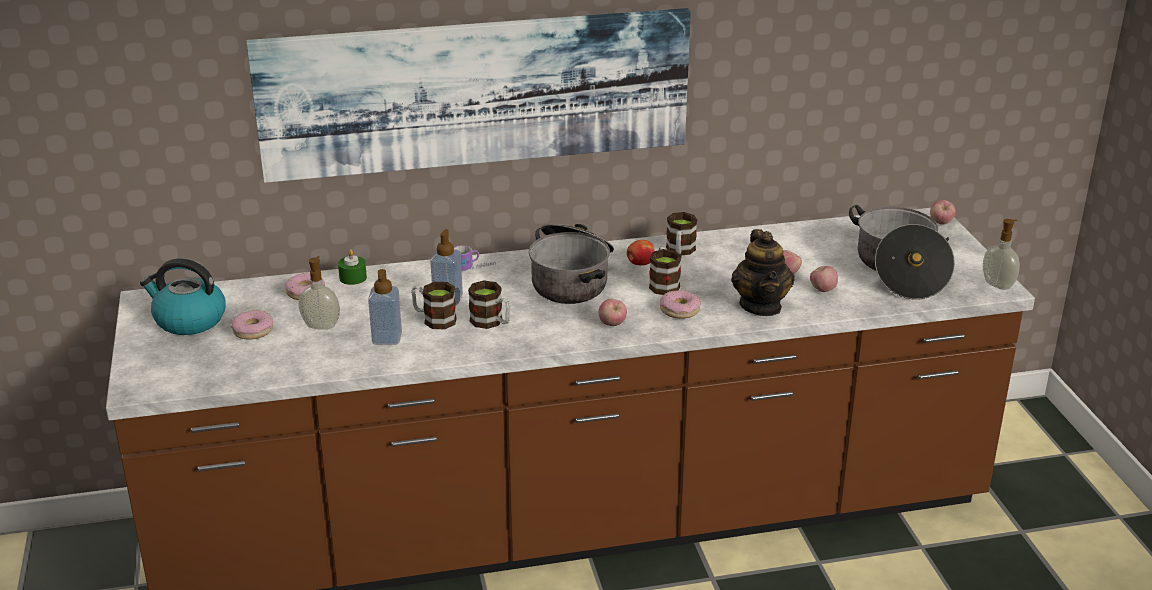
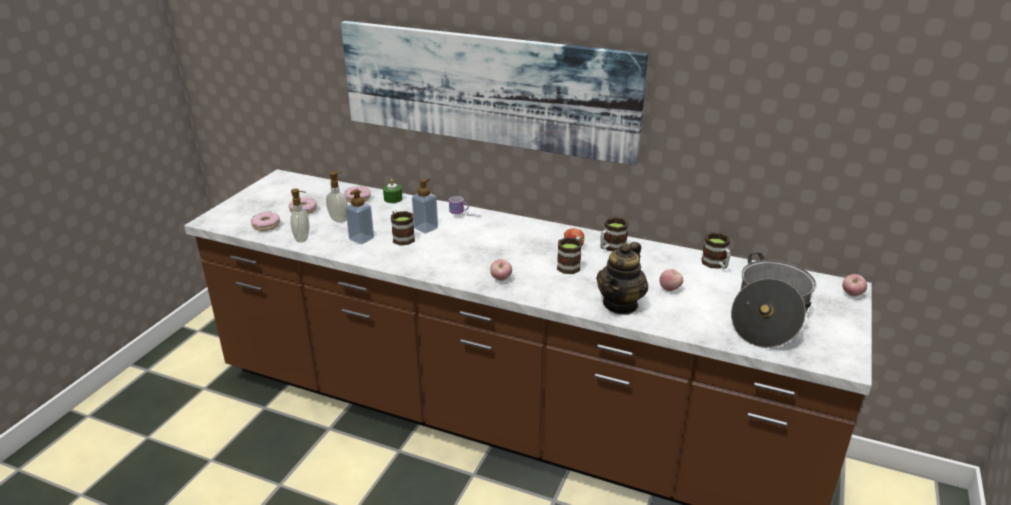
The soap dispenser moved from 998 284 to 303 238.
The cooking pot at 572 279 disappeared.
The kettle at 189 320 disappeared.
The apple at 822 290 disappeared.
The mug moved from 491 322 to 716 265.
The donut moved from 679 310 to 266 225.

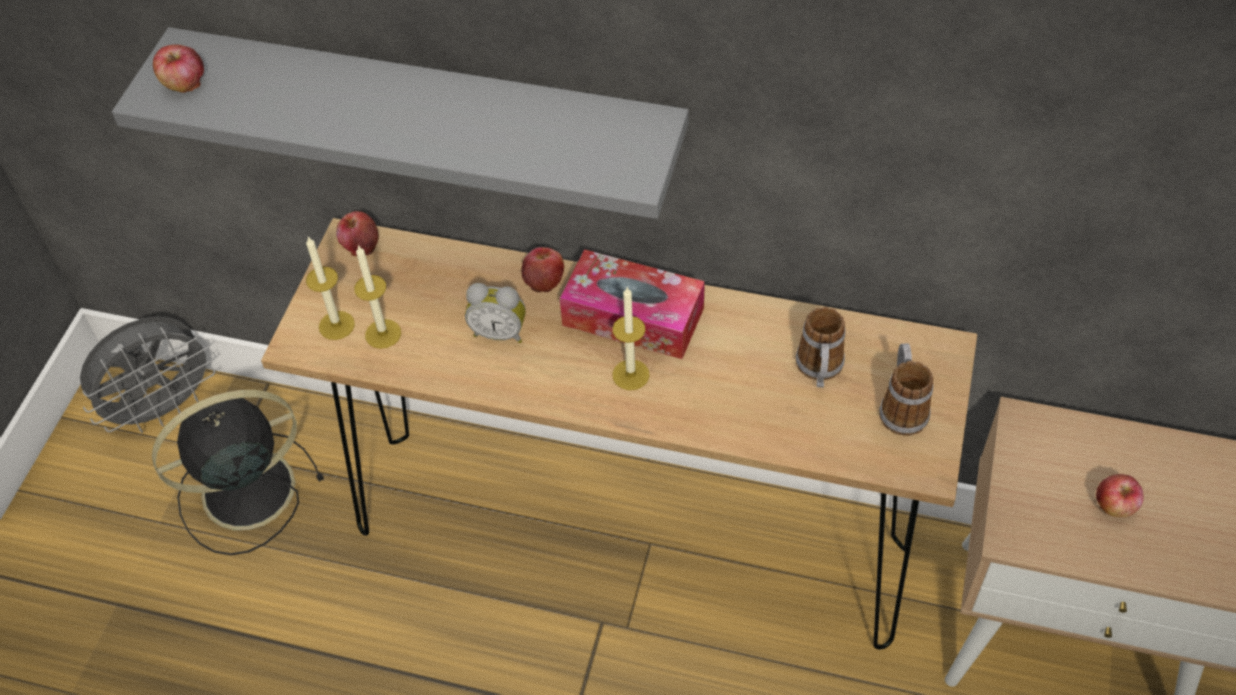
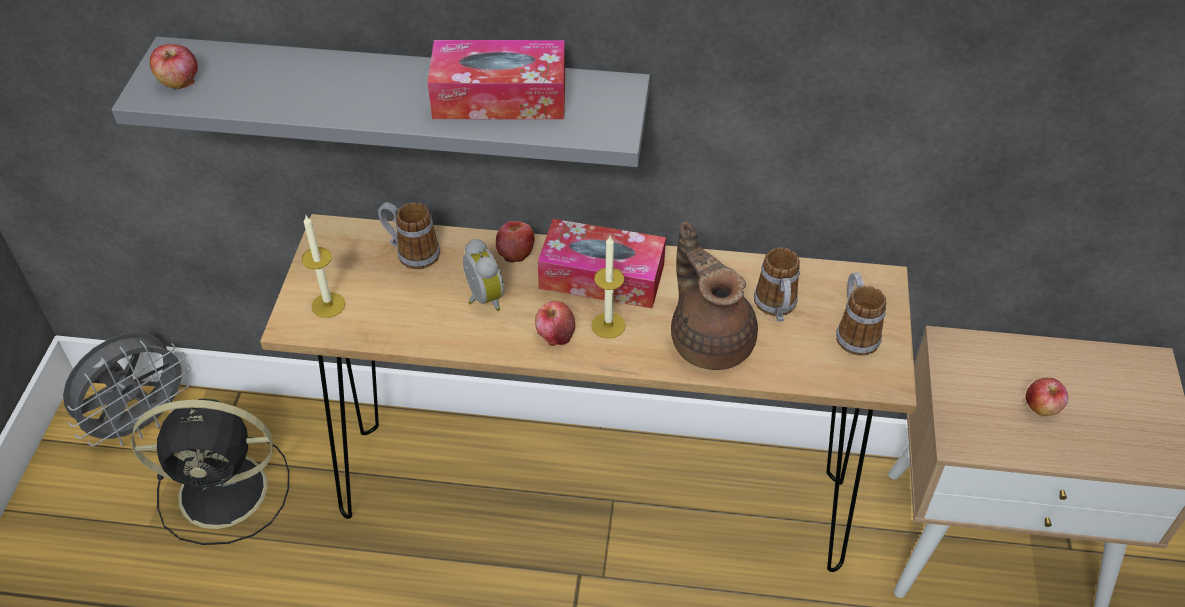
The apple moved from 360 245 to 555 335.
The candle at 383 334 disappeared.
The alarm clock at 499 332 turned 120 degrees counterclockwise.
The fan (black) at 244 491 turned 150 degrees counterclockwise.
The tissue box at 500 97 appeared.
The mug at 411 252 appeared.
The teapot (brown) at 710 339 appeared.

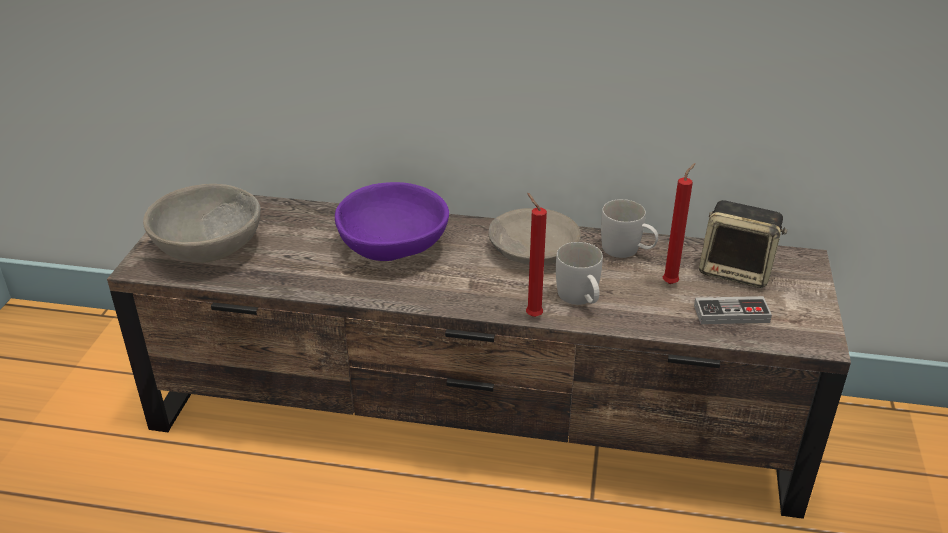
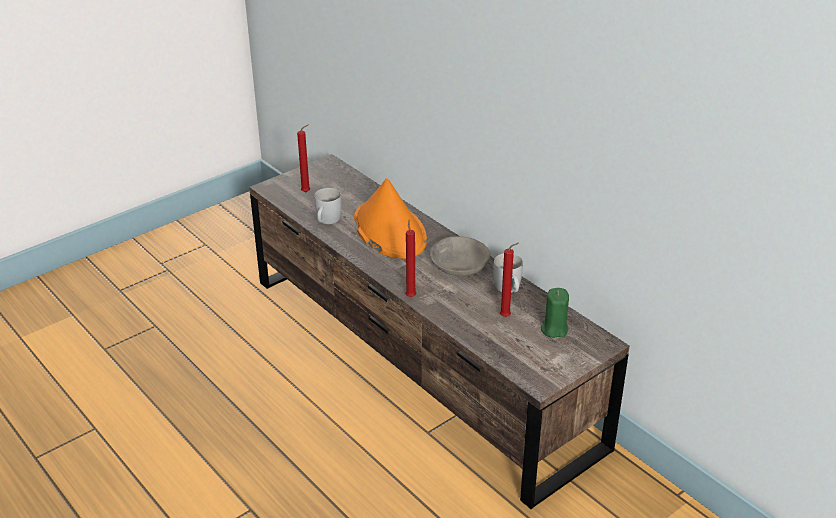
The bowl (purple) at 392 248 was replaced by the hat (orange) at 389 231.
The bowl (grey) at 210 249 was replaced by the candle (red) at 307 192.
The speaker at 737 271 was replaced by the candle (green) at 554 329.
The mug (white) moved from 580 299 to 327 221.
The game controller at 731 314 disappeared.

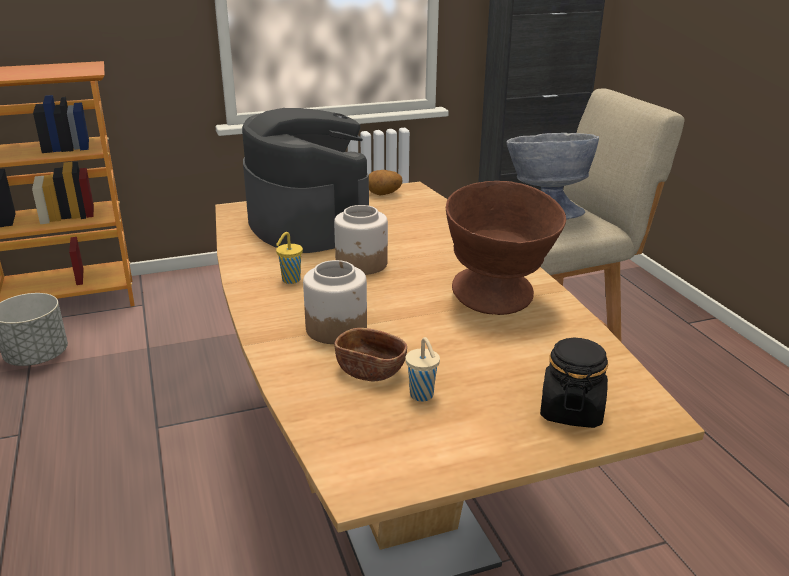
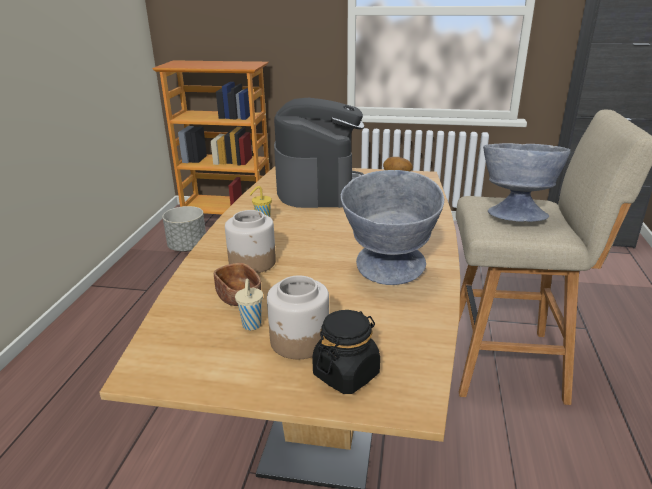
The bowl (brown) at 497 303 became the bowl (grey) at 388 274.
The jar moved from 362 264 to 300 341.

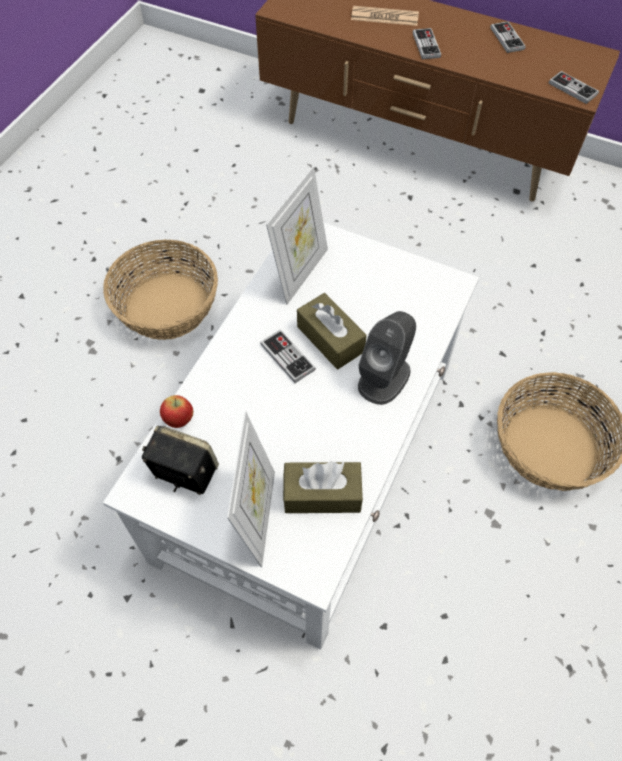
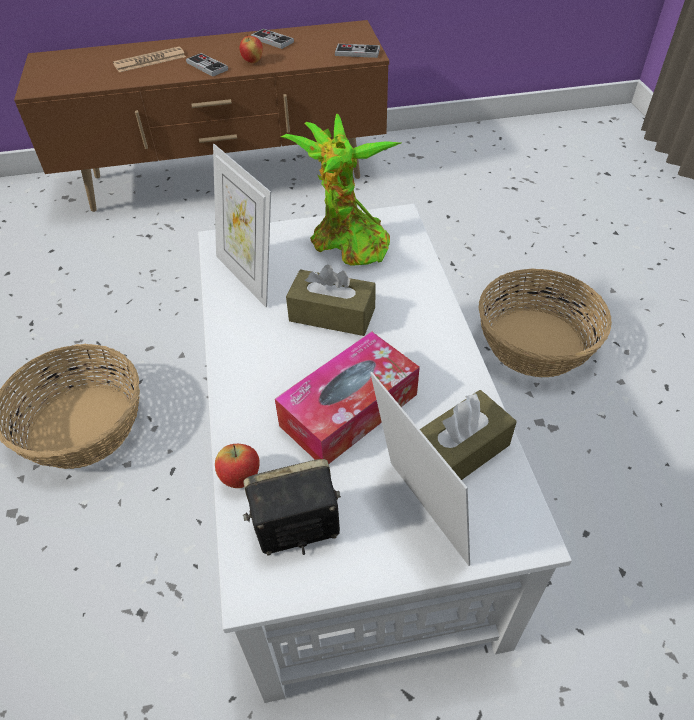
The picture frame at 300 273 turned 150 degrees clockwise.
The speaker (grey) at 384 377 disappeared.
The game controller at 287 357 disappeared.
The apple at 252 61 appeared.
The potted plant at 346 243 appeared.
The tissue box at 349 410 appeared.

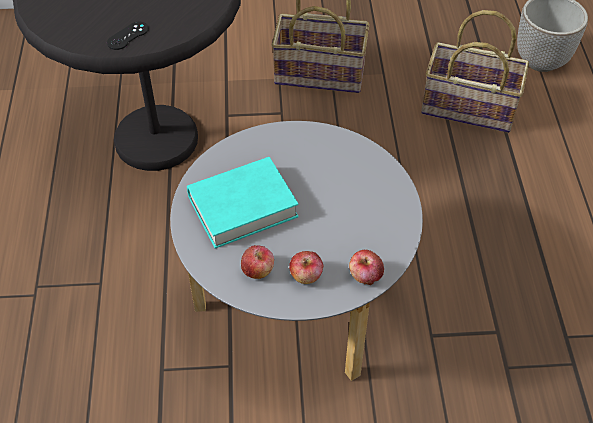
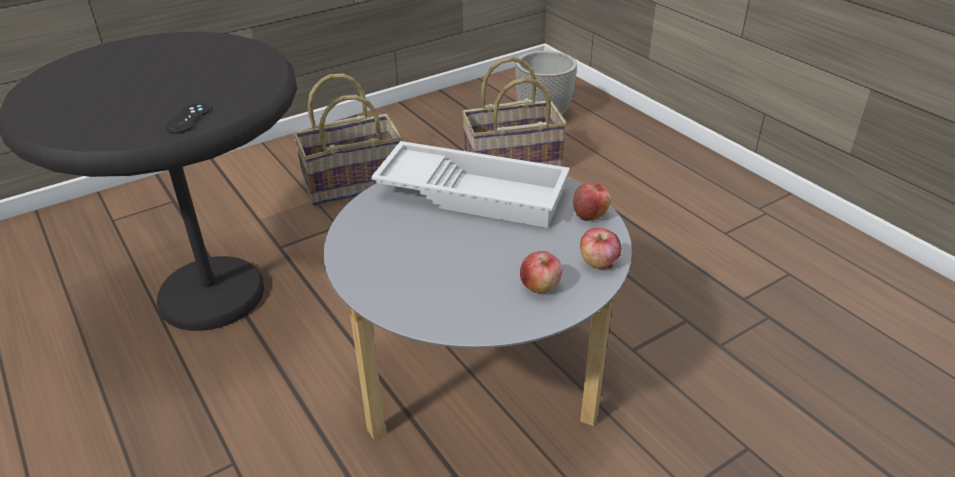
The book (turquoise) at 242 207 disappeared.
The apple moved from 258 270 to 590 214.
The tray (white) at 474 192 appeared.

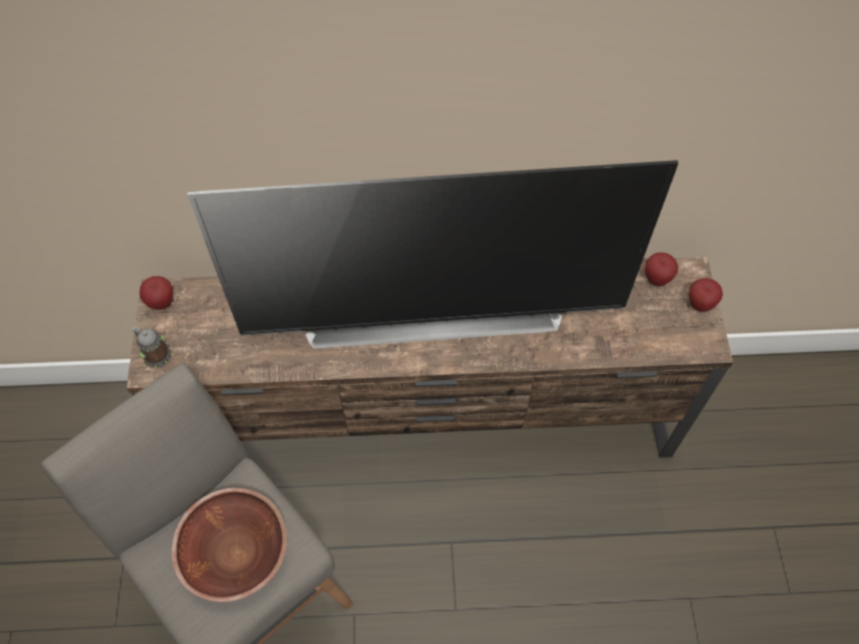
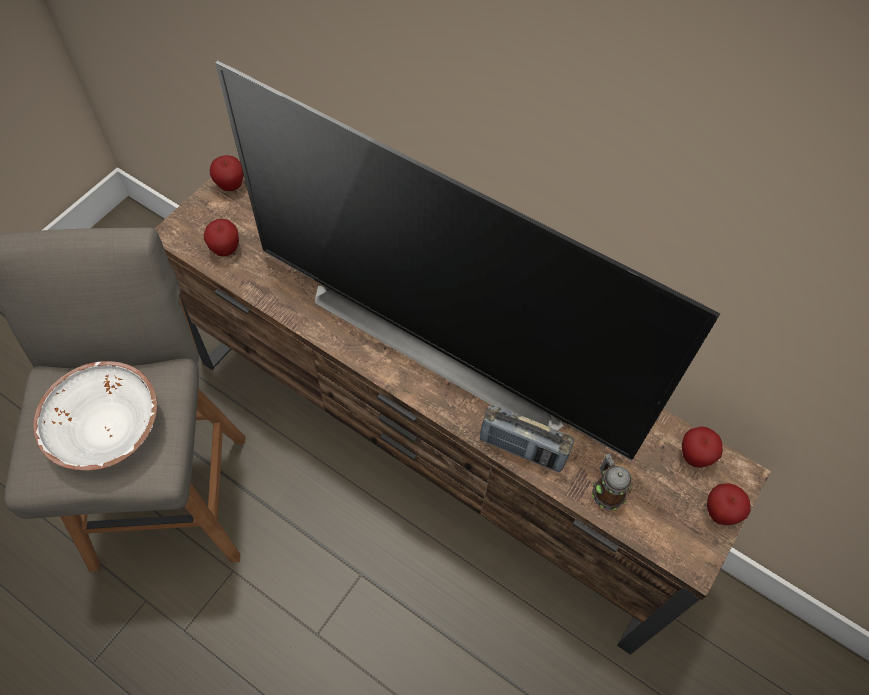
The mug moved from 155 354 to 606 490.
The bowl (brown) at 236 552 became the bowl (white) at 108 428.
The apple at 225 250 appeared.
The radio at 522 449 appeared.

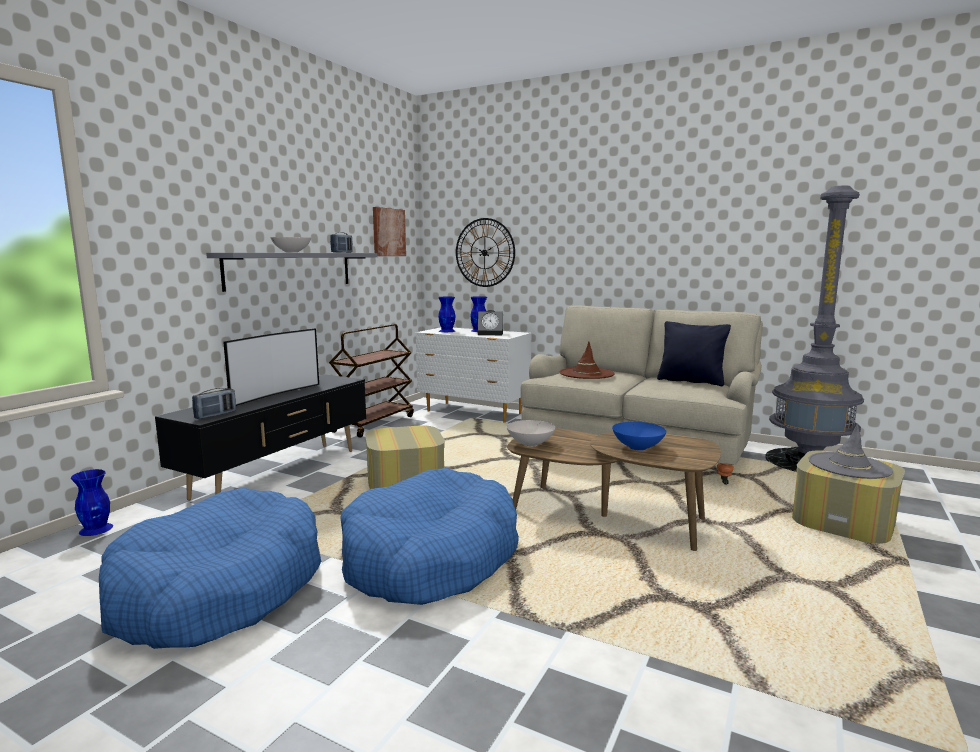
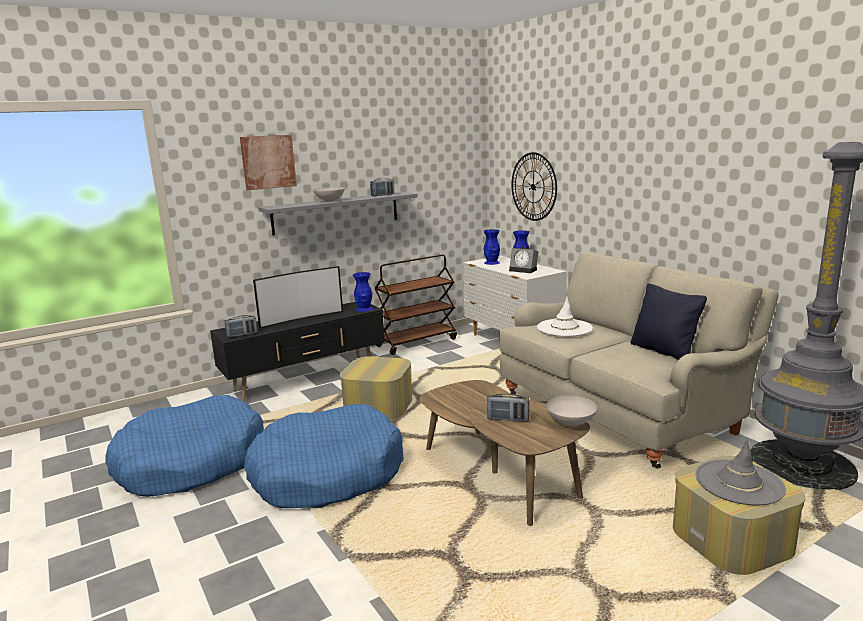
The picture moved from 388 232 to 268 162.
The hat (brown) at 586 373 became the hat (white) at 564 328.
The bowl (white) moved from 531 444 to 572 423.
The bowl (blue) at 638 447 was replaced by the radio at 508 419.
The vase (blue) moved from 96 529 to 364 309.

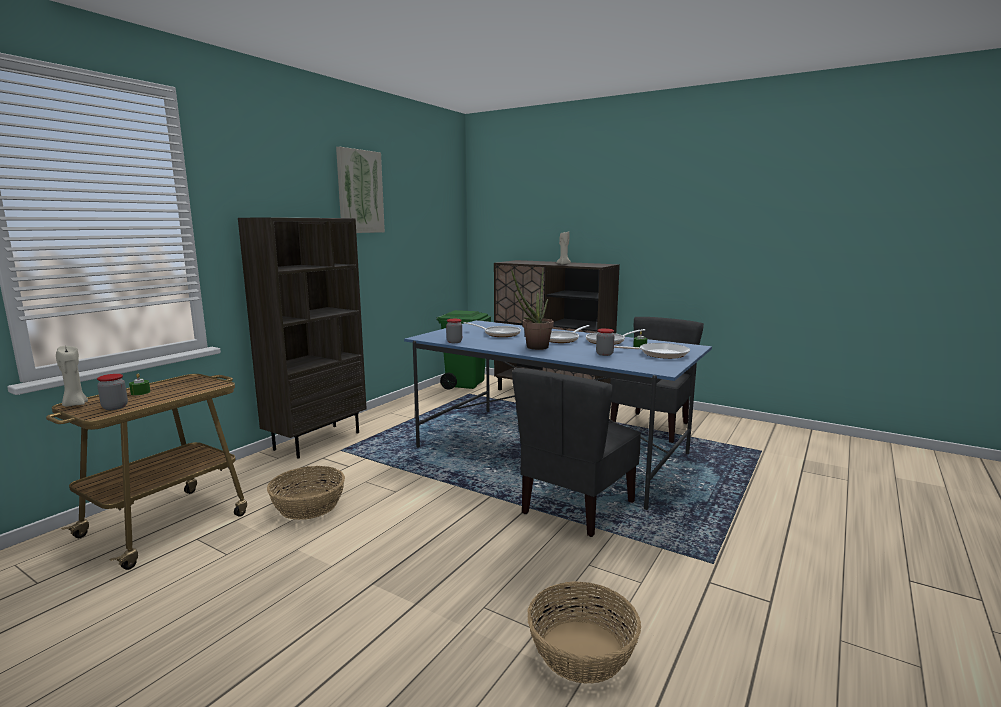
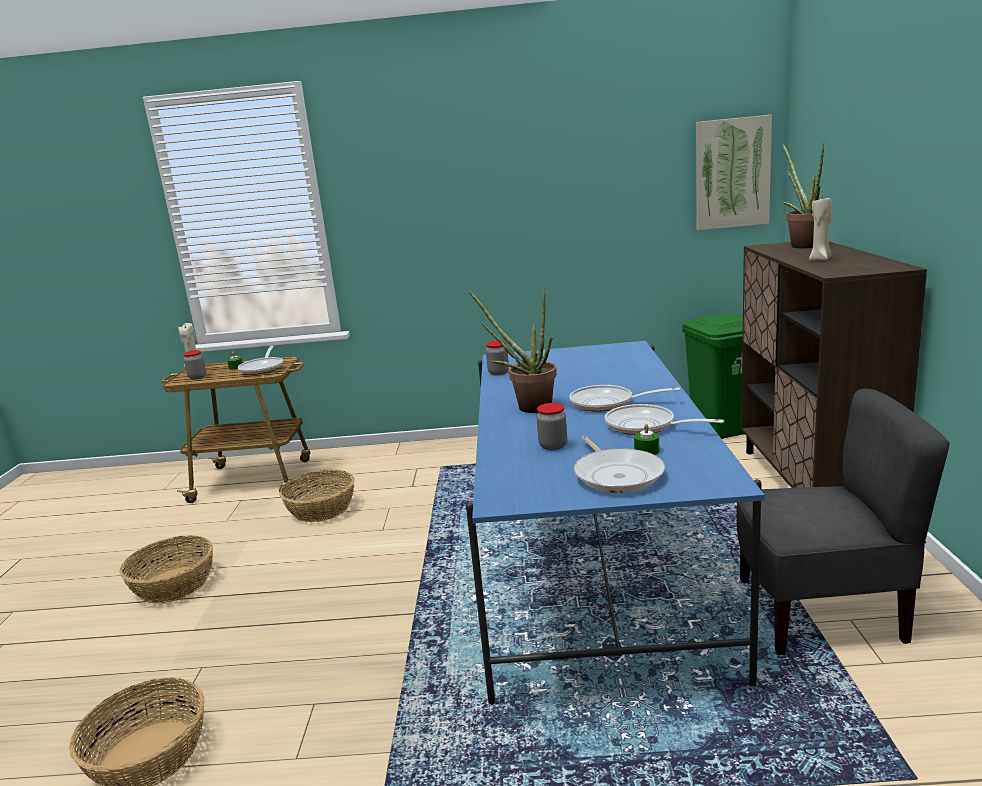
The picture moved from 359 192 to 732 173.
The bookcase (brown) at 317 440 disappeared.
The frying pan moved from 499 334 to 263 368.
The chair (grey) at 576 507 disappeared.
The potted plant at 802 245 appeared.
The basket at 174 584 appeared.

